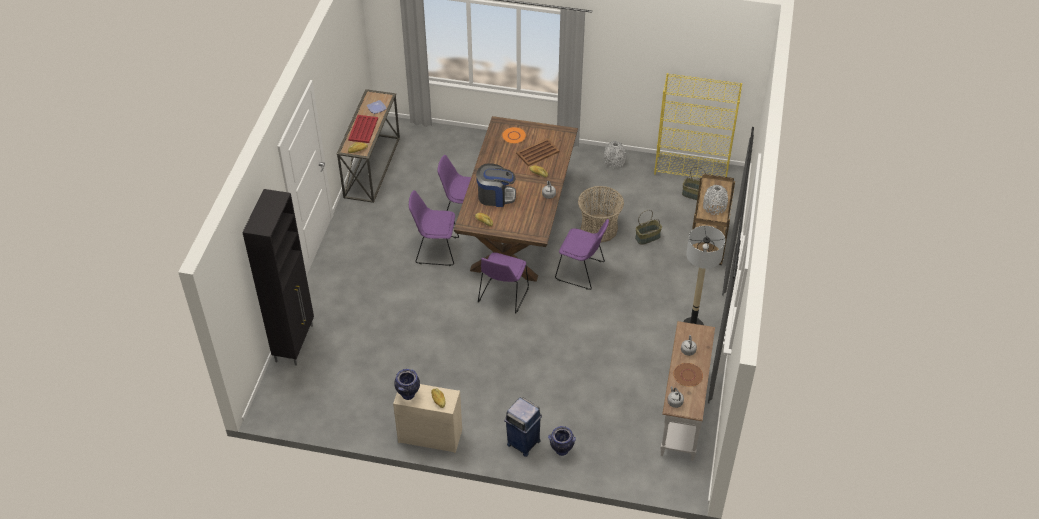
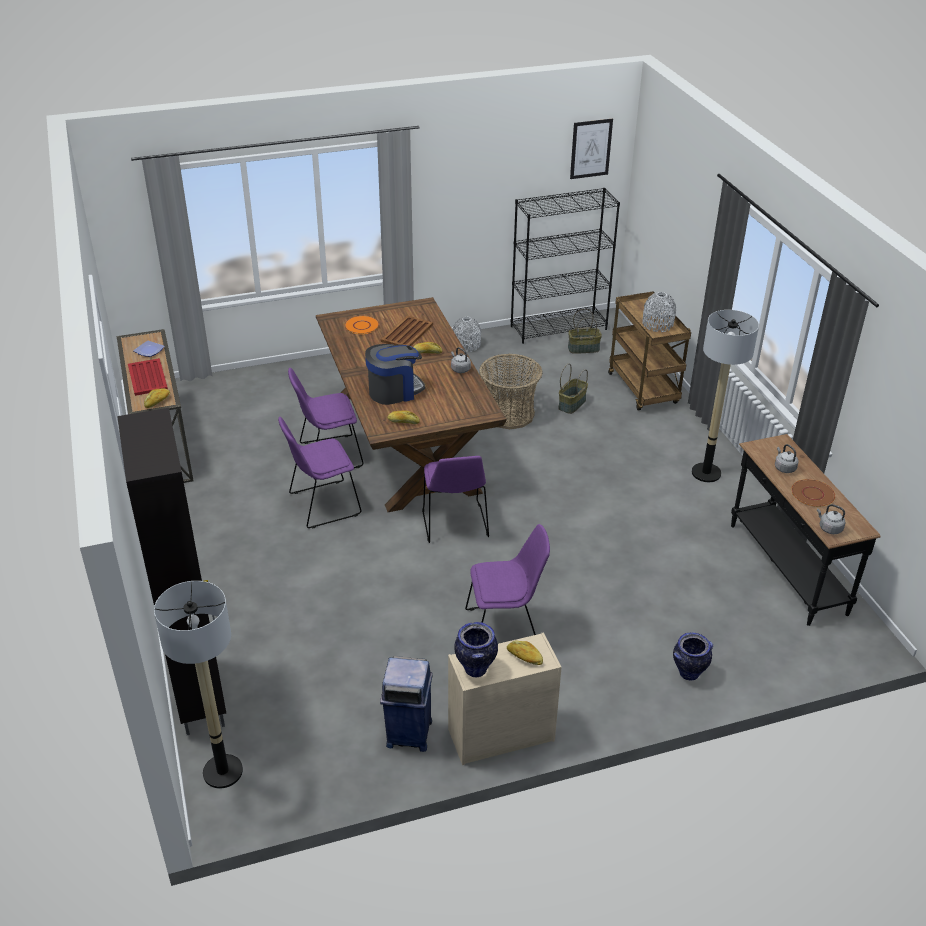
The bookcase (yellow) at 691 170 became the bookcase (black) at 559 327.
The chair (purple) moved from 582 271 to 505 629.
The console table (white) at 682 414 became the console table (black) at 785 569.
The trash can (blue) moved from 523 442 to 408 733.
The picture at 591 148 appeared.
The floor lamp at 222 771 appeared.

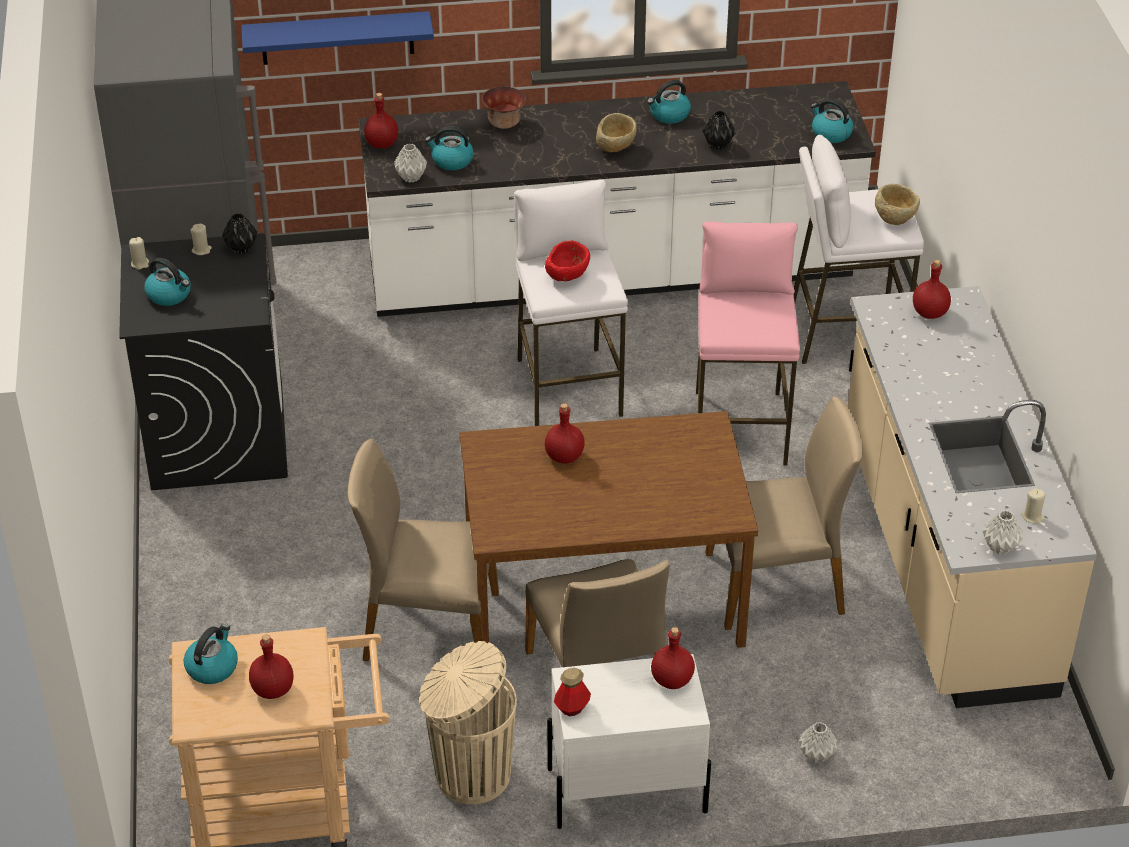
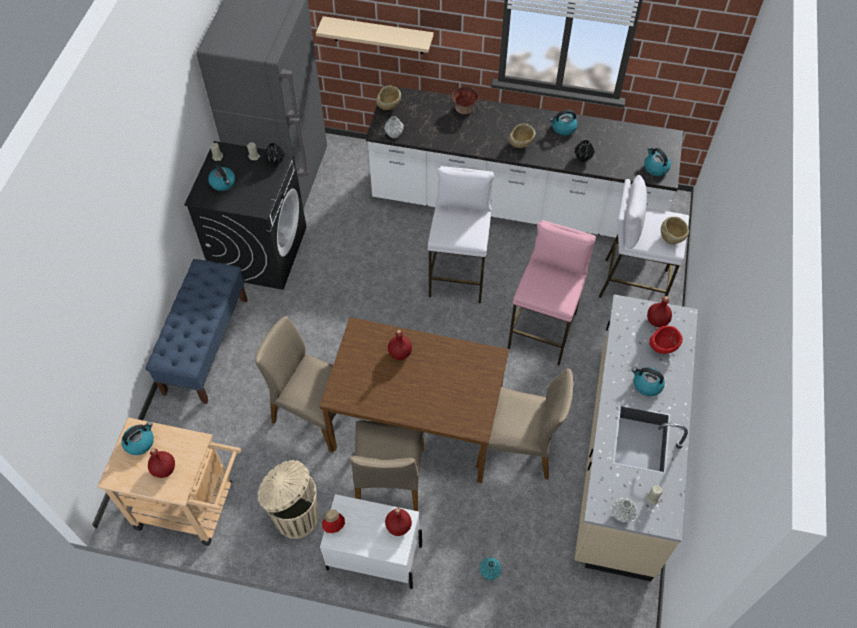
The shelf (blue) at 337 38 became the shelf (beige) at 378 35.
The bottle (red) at 382 144 was replaced by the bowl (beige) at 389 106.
The kettle moved from 451 161 to 646 385.
The bowl (red) moved from 567 277 to 662 347.
The vase (grey) at 816 755 became the vase (turquoise) at 489 571.
The bench (blue) at 206 345 appeared.

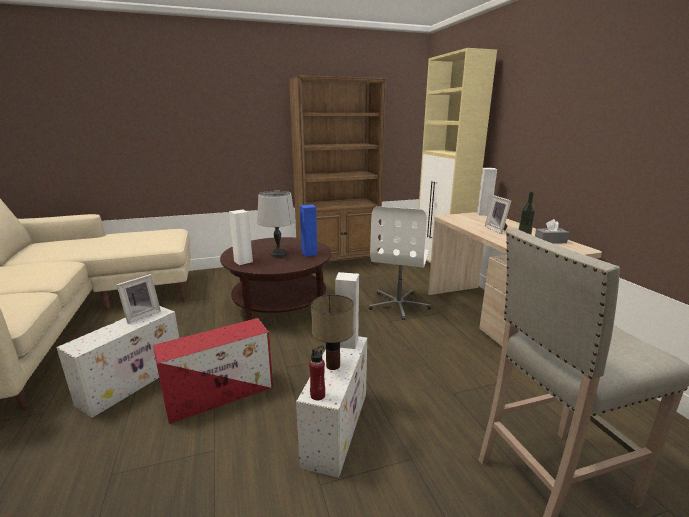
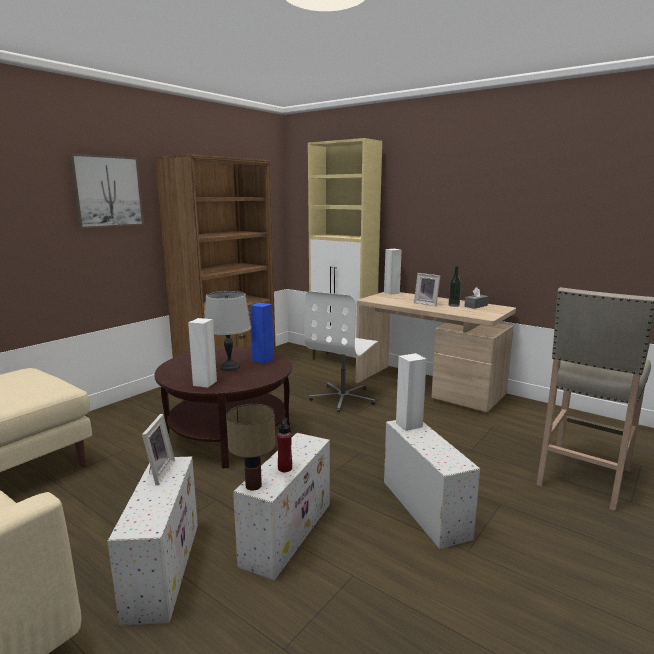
The office chair (white) at 399 305 turned 45 degrees clockwise.
The table lamp moved from 332 366 to 253 486.
The storage box (red) at 221 394 became the storage box (white) at 288 531.
The bottle (red) moved from 317 395 to 285 468.
The picture at 107 191 appeared.

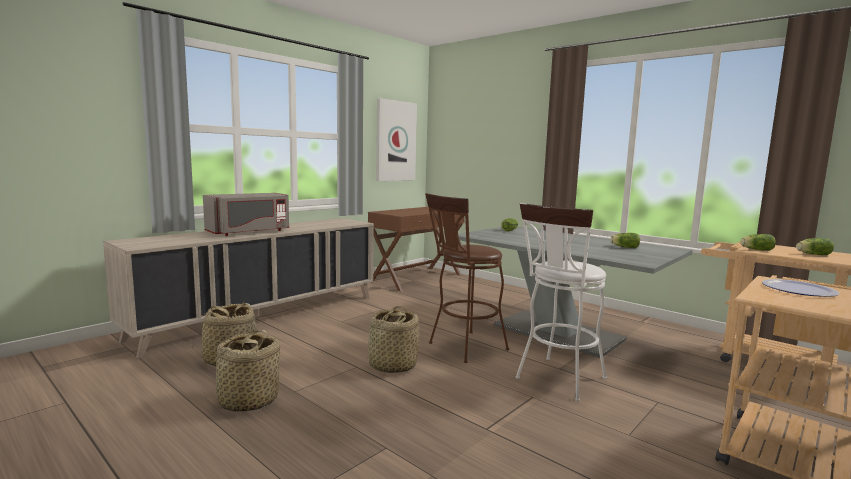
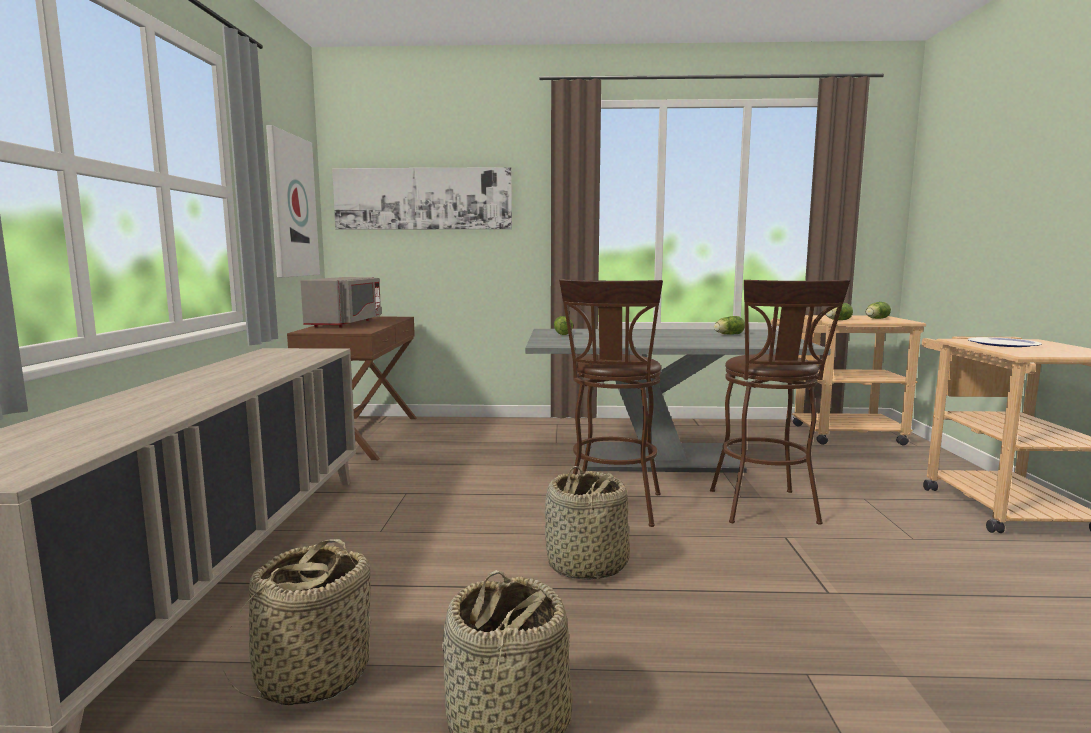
The microwave (grey) moved from 249 232 to 345 323.
The stool (white) at 557 380 became the stool (brown) at 765 510.
The picture at 423 199 appeared.

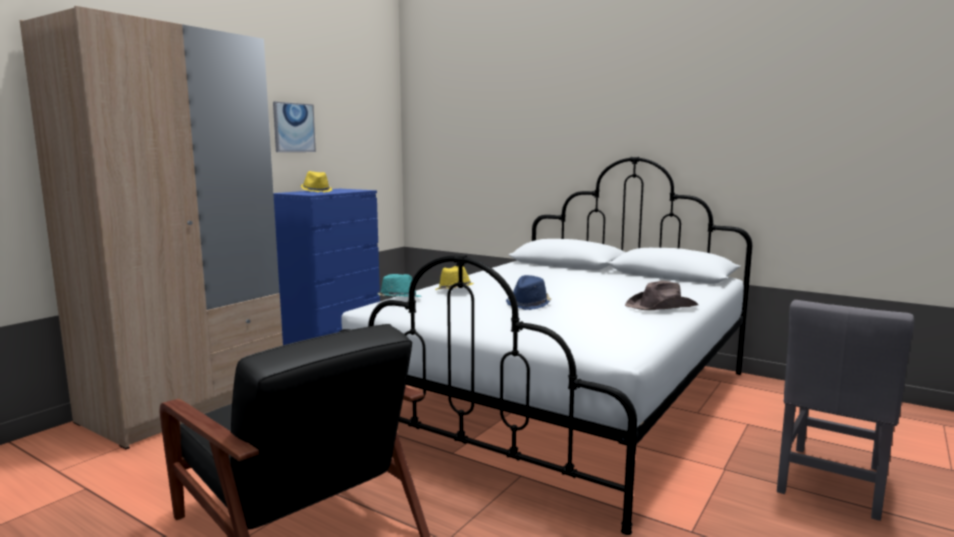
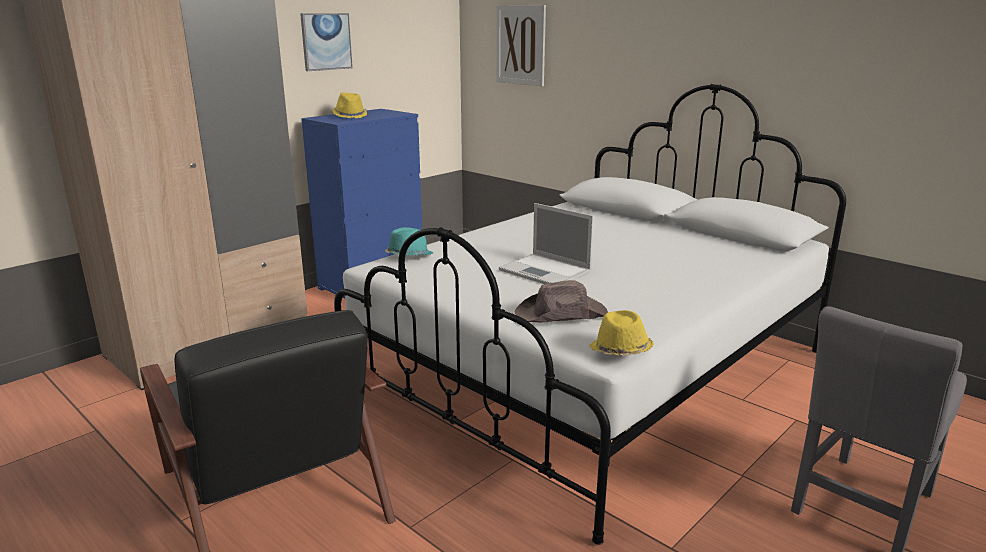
The hat (yellow) moved from 454 291 to 620 351.
The hat (blue) at 529 304 was replaced by the laptop at 546 271.
The hat (brown) moved from 662 306 to 562 314.
The picture at 520 45 appeared.

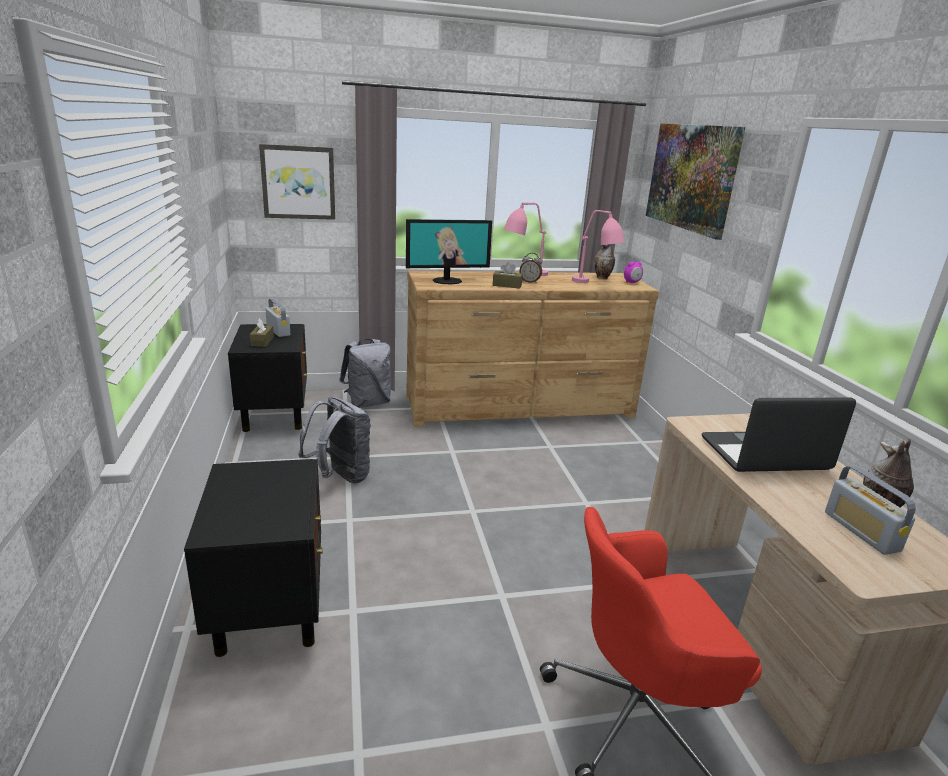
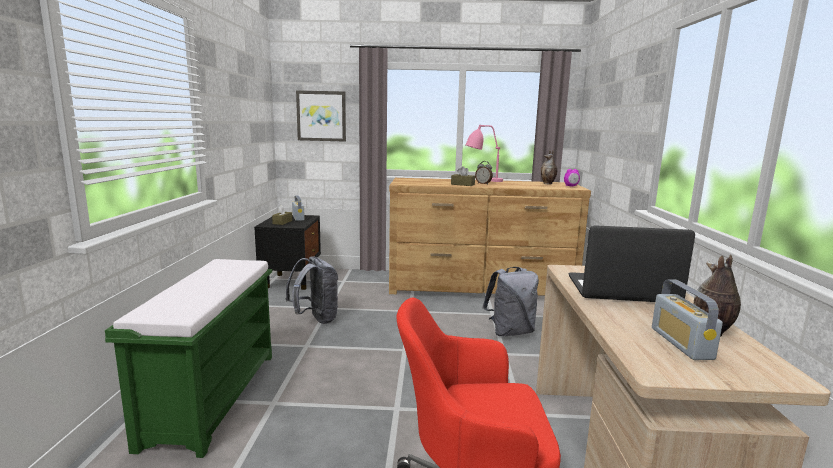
The picture at 691 177 disappeared.
The table lamp (pink) at 594 285 disappeared.
The monitor at 447 280 disappeared.
The backpack (grey) moved from 367 403 to 510 332.
The nightstand (black) at 269 613 was replaced by the bench (green) at 213 396.

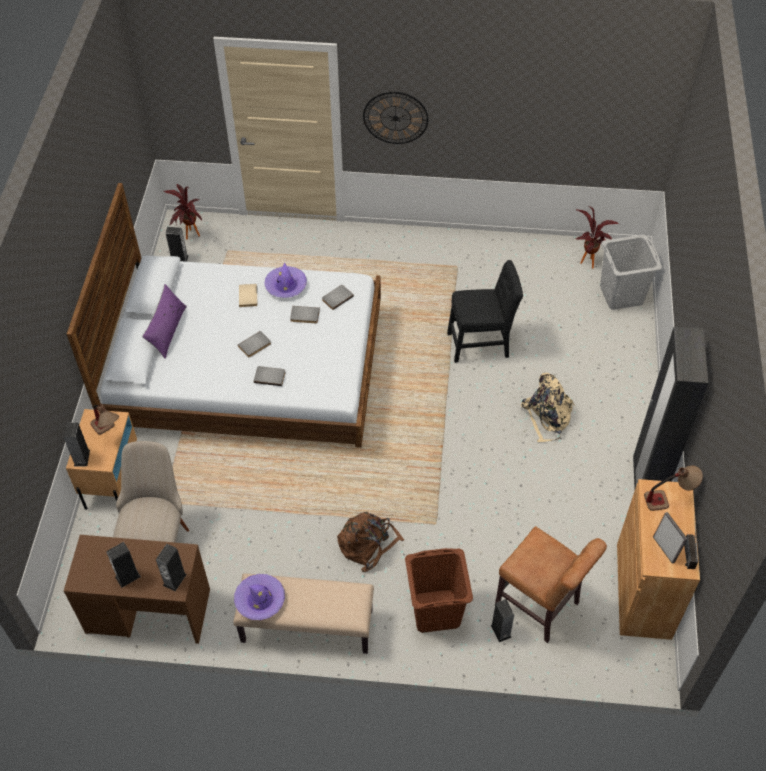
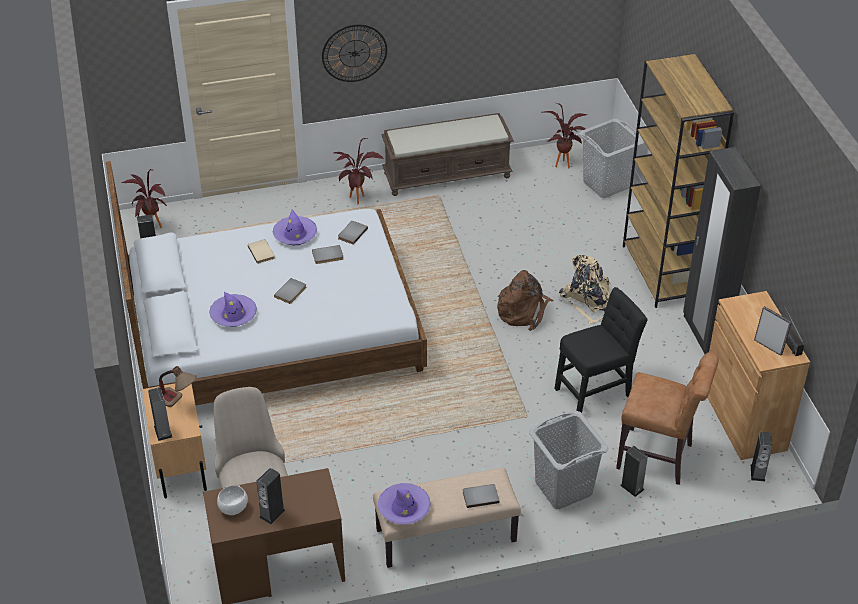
The chair (black) moved from 481 344 to 596 390.
The pillow (purple) at 167 331 disappeared.
The book (grey) moved from 270 376 to 480 496.
The table lamp at 668 499 disappeared.
The backpack (brown) moved from 368 544 to 523 311.
The speaker moved from 174 579 to 757 473.
The laundry basket (brown) at 435 611 became the laundry basket (grey) at 563 488.
The bookcase (brown) at 662 272 appeared.
The bench (brown) at 447 174 appeared.
The potted plant at 358 201 appeared.
The hat (purple) at 233 315 appeared.
The bowl (white) at 233 509 appeared.

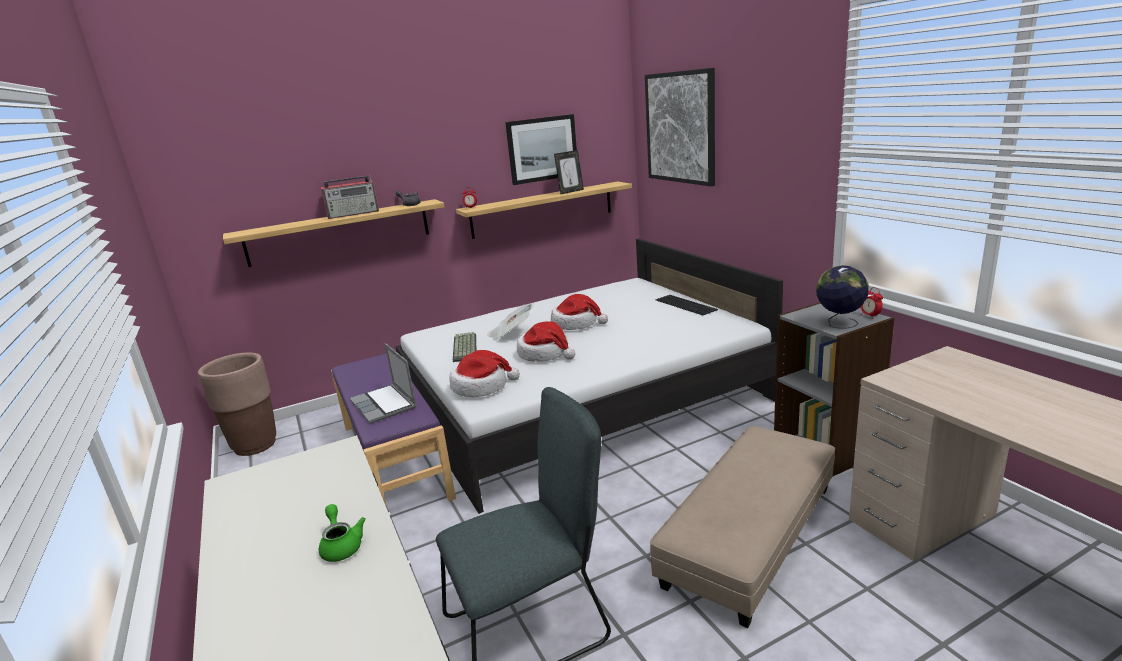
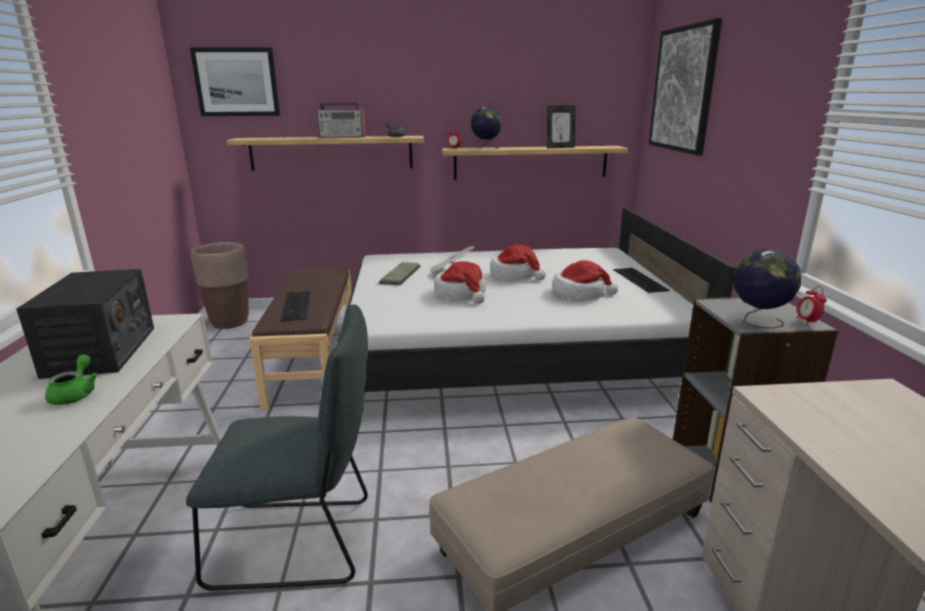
The picture moved from 542 149 to 236 82.
The laptop at 385 405 was replaced by the keyboard at 298 305.
The hat moved from 481 386 to 580 293.
The bench (purple) at 395 459 became the bench (brown) at 315 361.
The globe at 486 148 appeared.
The radio at 101 351 appeared.

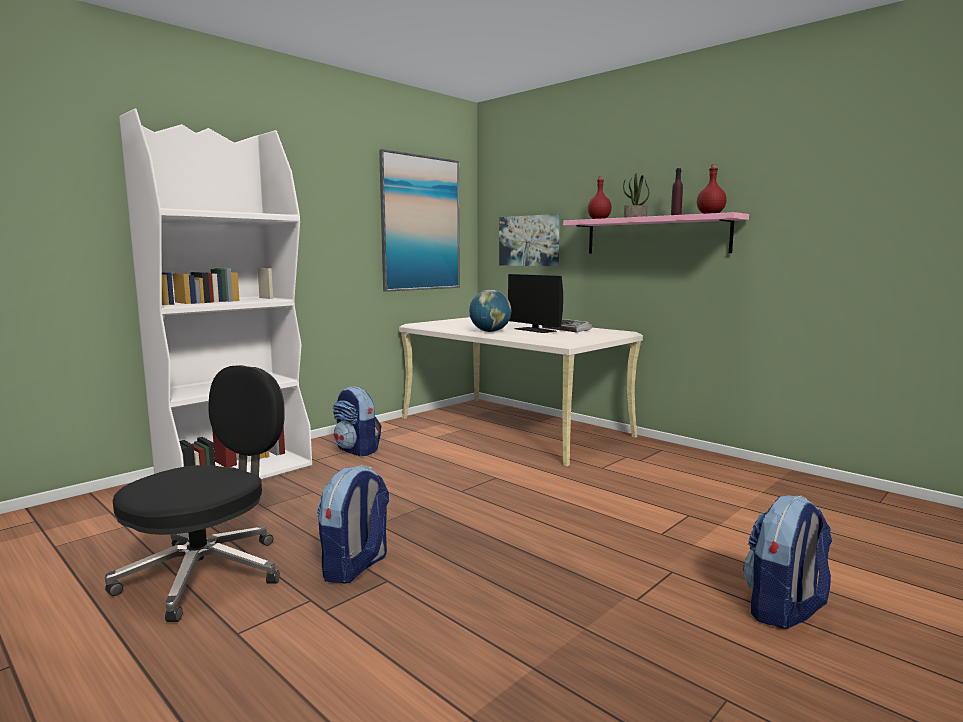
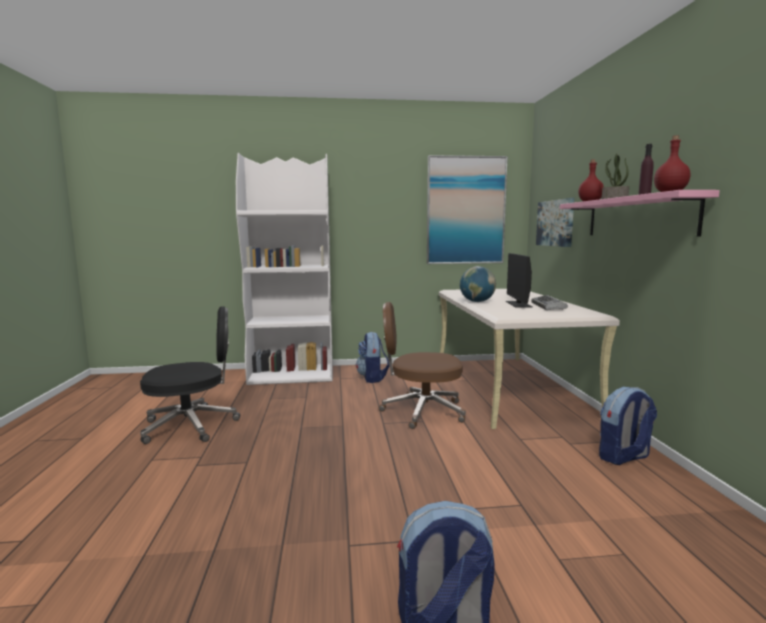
The backpack moved from 356 567 to 623 457.
The office chair (brown) at 421 411 appeared.

